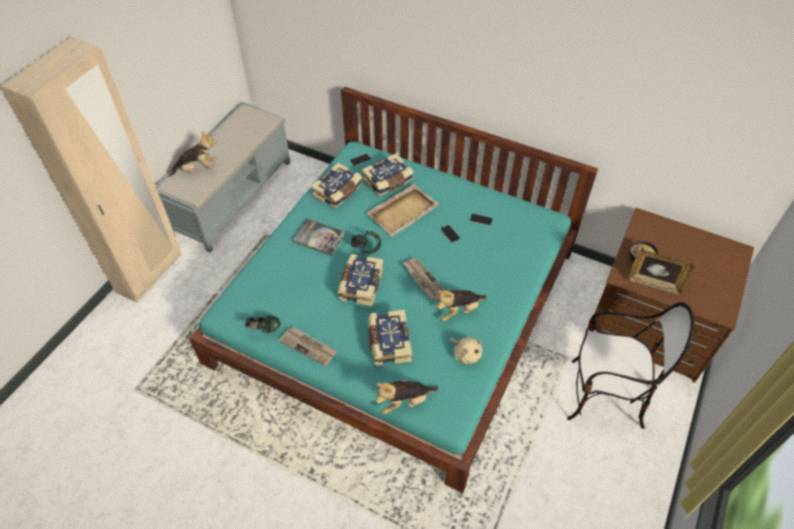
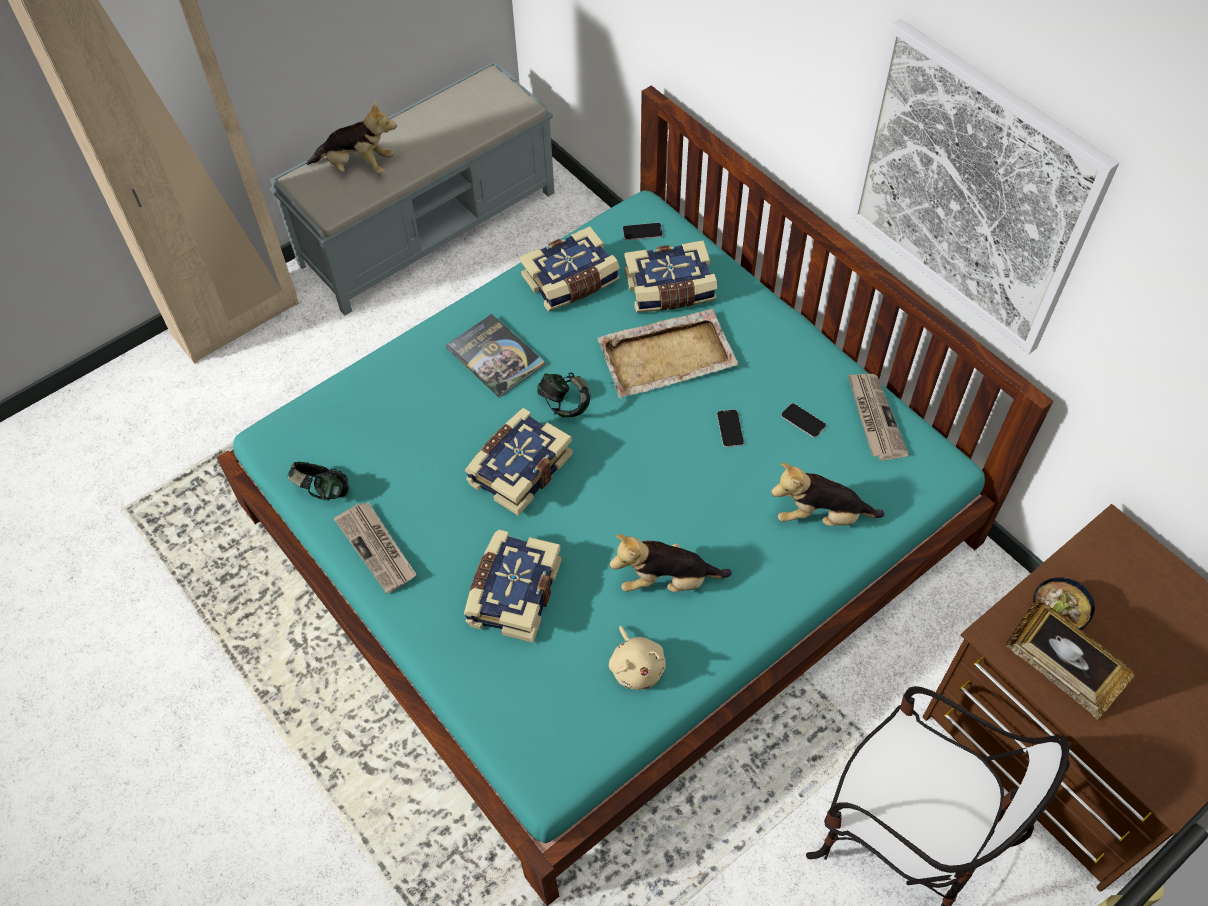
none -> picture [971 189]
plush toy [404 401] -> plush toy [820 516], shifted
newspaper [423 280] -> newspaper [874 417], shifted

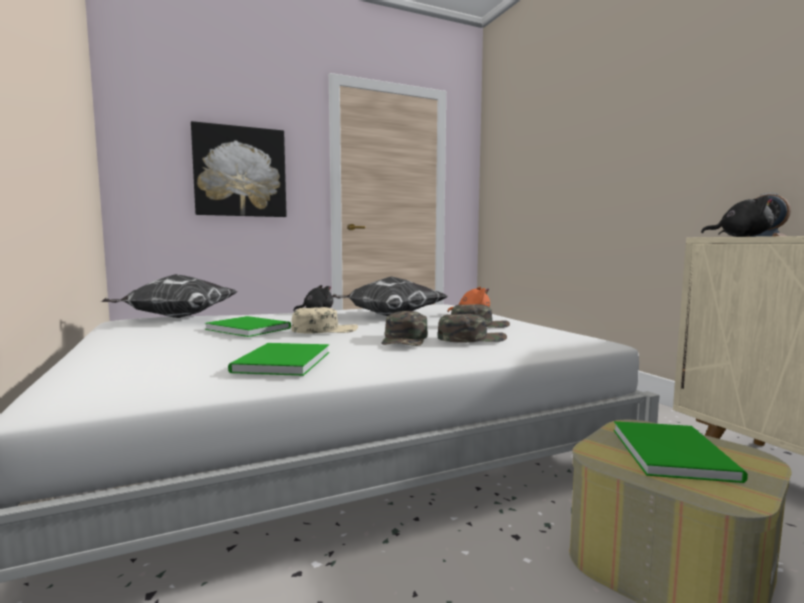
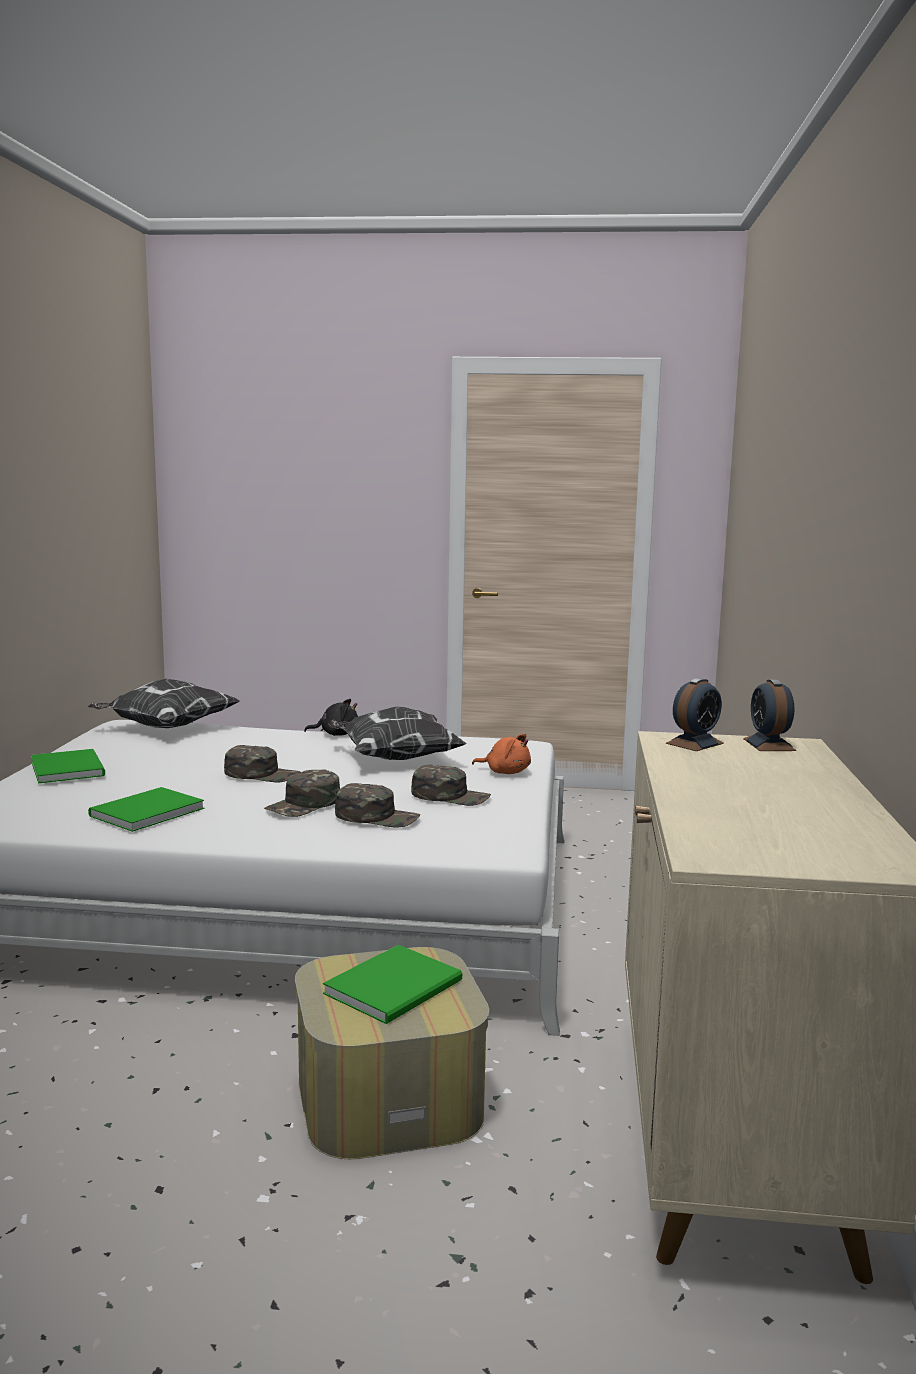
picture [240 172] -> none
green book [248 328] -> green book [69 768], shifted
black plush toy [740 236] -> alarm clock [694 743]
beige cap [325 330] -> green cap [262 774]

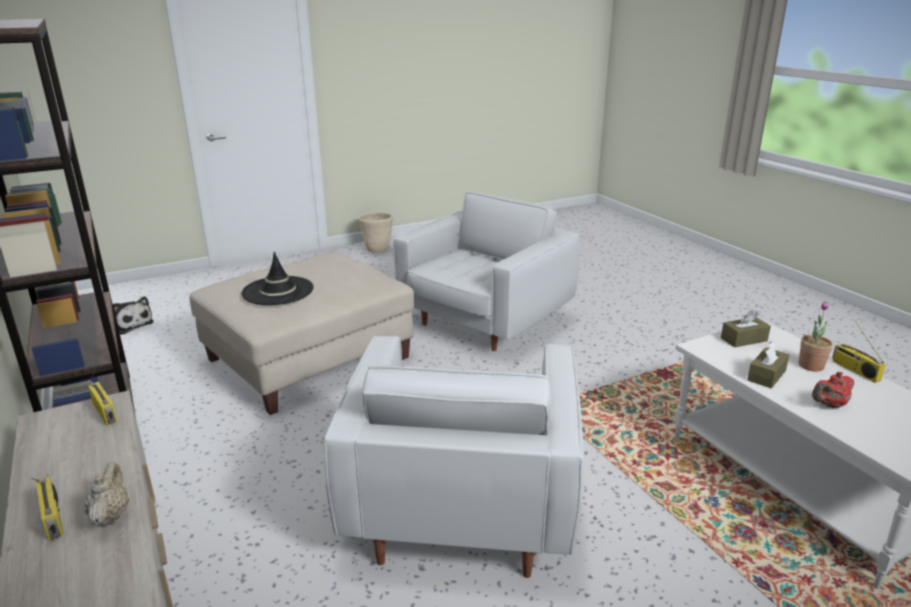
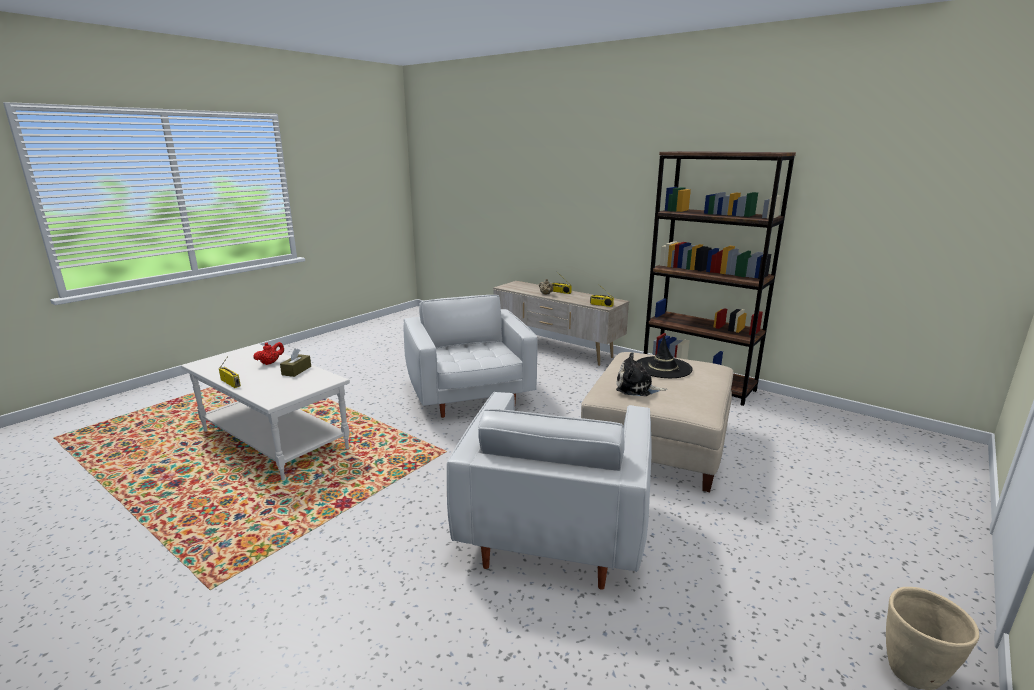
brown tissue box [743 339] -> none
potted plant [811 366] -> none
plush toy [130 324] -> plush toy [637 388], shifted

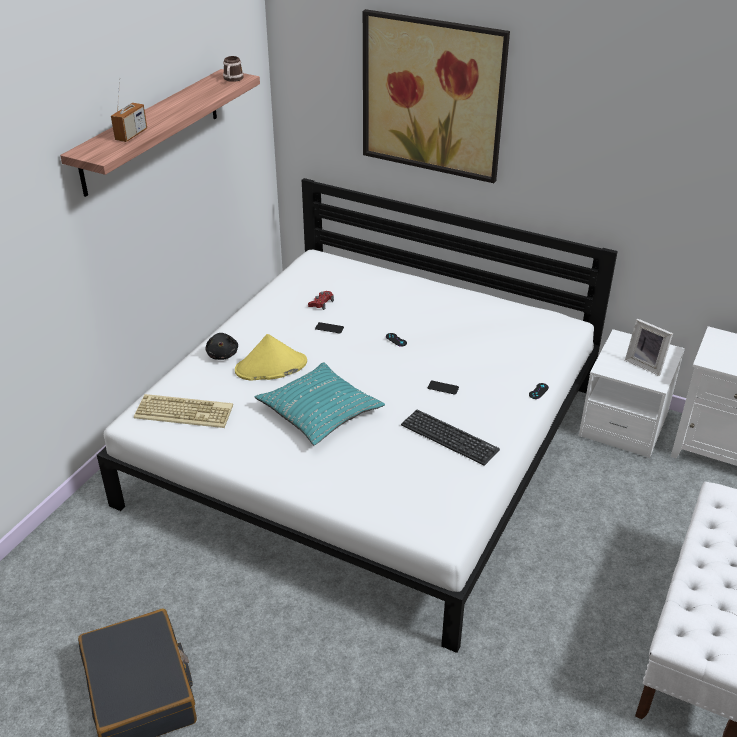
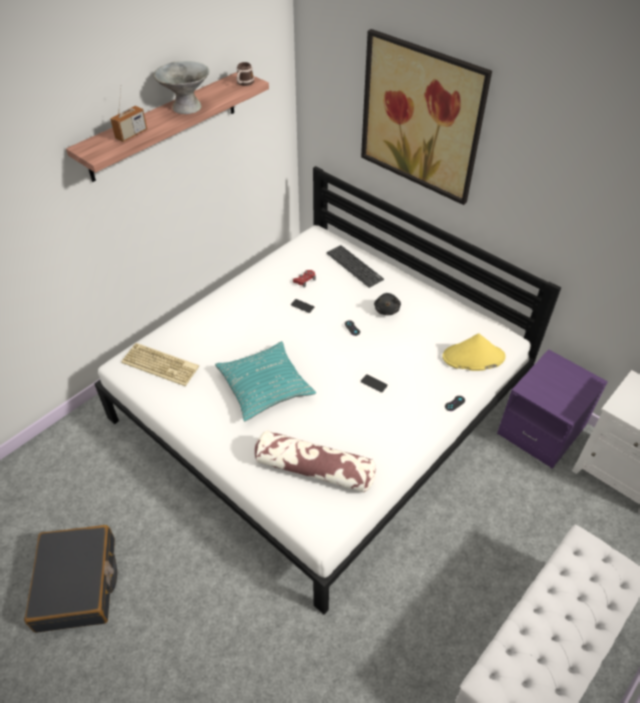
picture frame [645 364] -> none
none -> grey bowl [186 107]
none -> pillow [314 469]
black plush toy [222 354] -> black plush toy [387 309], shifted
yellow hat [271 367] -> yellow hat [473 357], shifted
keyboard [449 437] -> keyboard [354 266], shifted
white nightstand [623 424] -> purple nightstand [541 430]

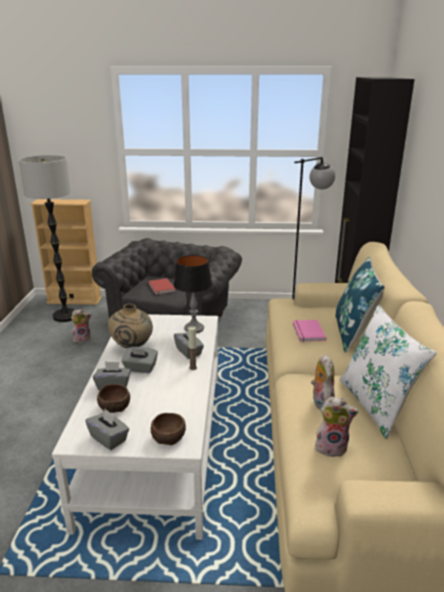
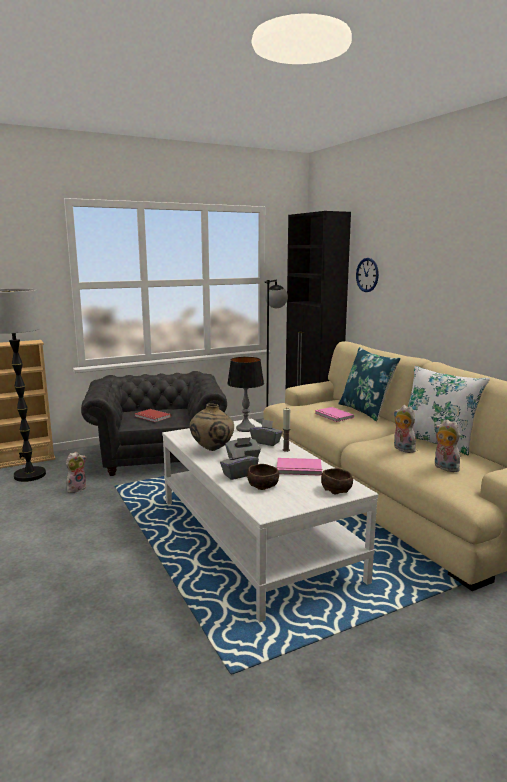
grey tissue box [109 438] -> none
none -> pink book [299 469]
none -> wall clock [367 275]
plush toy [332 447] -> plush toy [444 468], 105 degrees counterclockwise

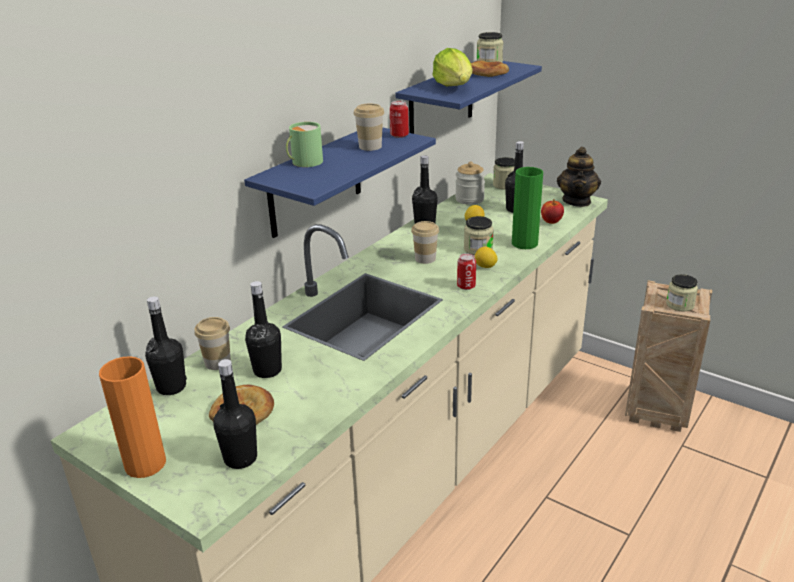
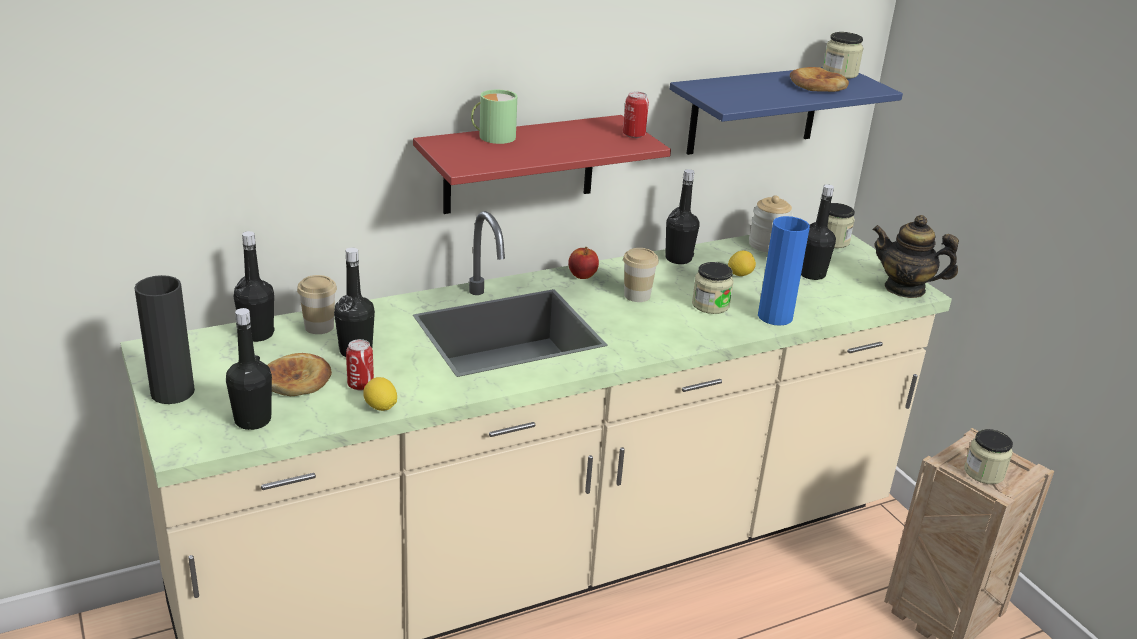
cup [370 146] -> none
lettuce [454 87] -> none
can [466 286] -> can [360 385], shifted
lemon [485 267] -> lemon [380 407], shifted
apple [551 221] -> apple [582 276], shifted
orange vase [145 464] -> black vase [172 392]
blue shelf [315 182] -> red shelf [519 164]
green vase [524 243] -> blue vase [775 317]
teapot [577 201] -> teapot [905 288], 75 degrees clockwise

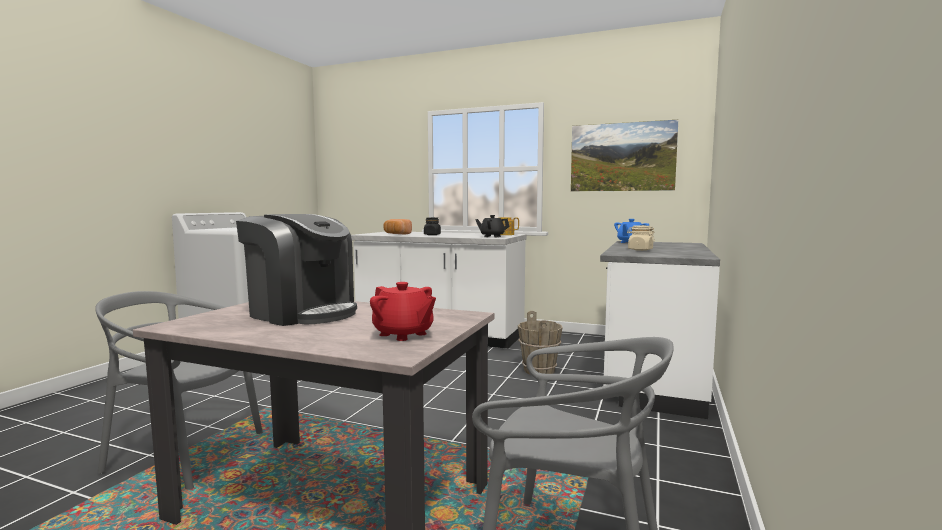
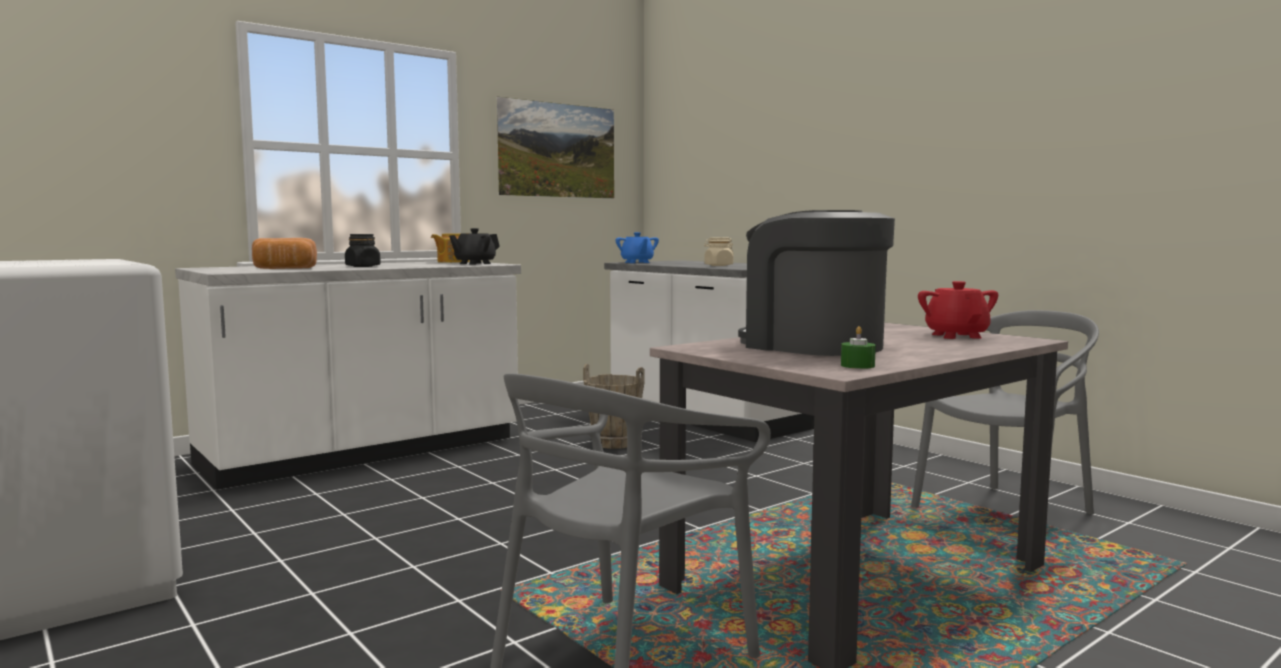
none -> green candle [857 365]
coffee machine [302 313] -> coffee machine [812 345], 105 degrees counterclockwise
red teapot [403 334] -> red teapot [956 336], 75 degrees counterclockwise

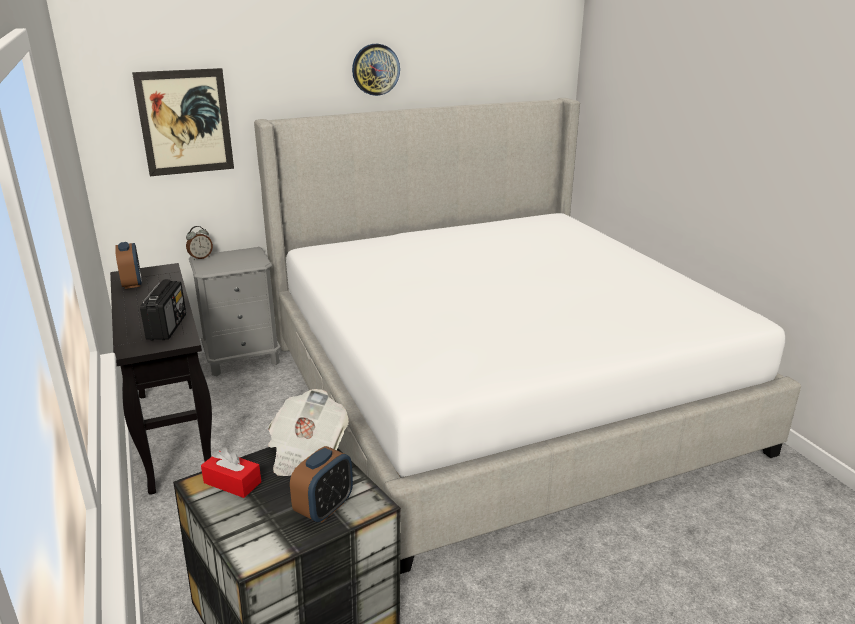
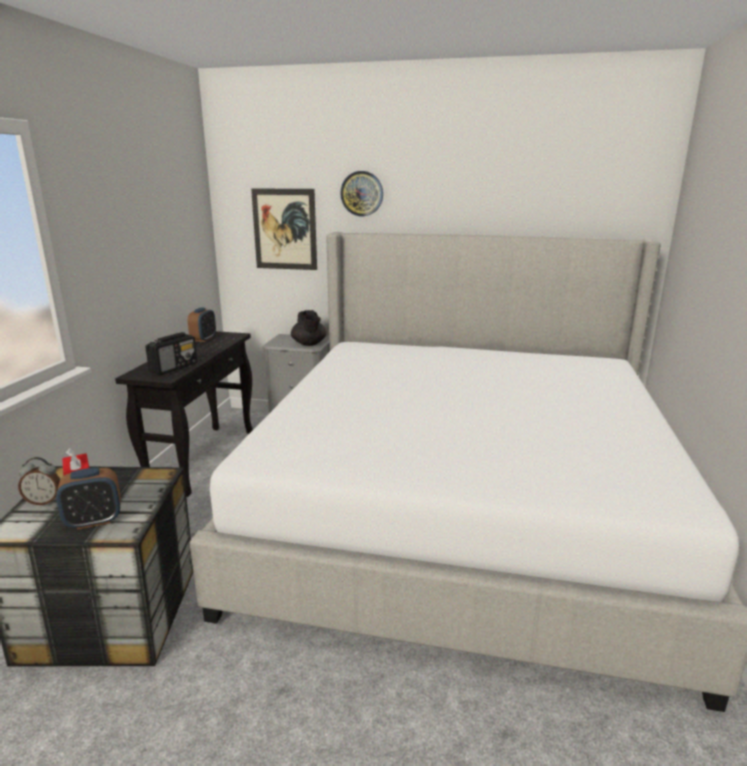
newspaper [306 452] -> none
none -> black teapot [309 344]
alarm clock [200 257] -> alarm clock [44 501], shifted
wall clock [375 69] -> wall clock [362 193], shifted

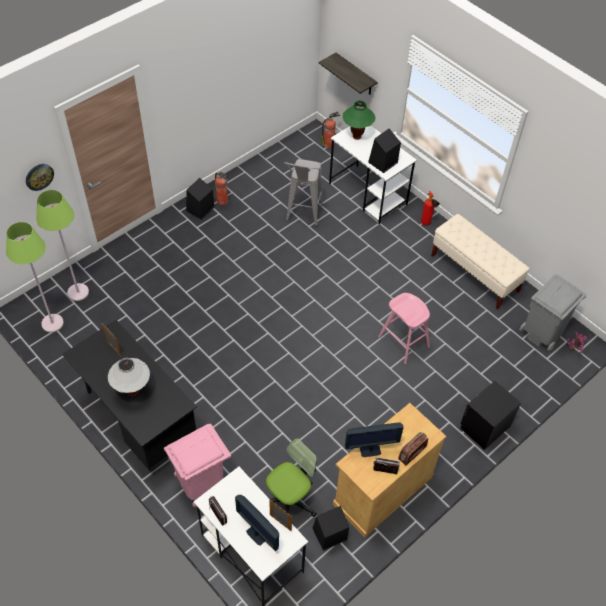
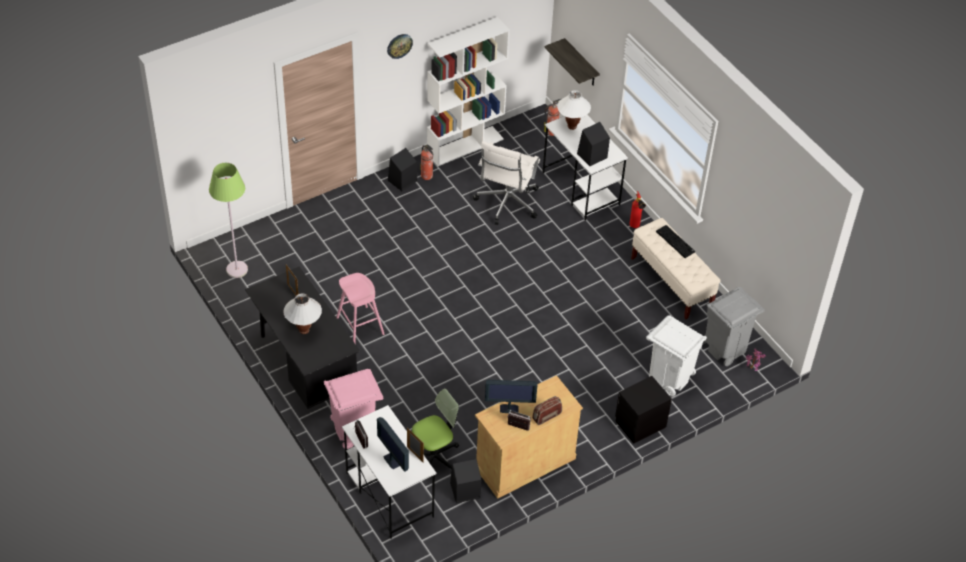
green floor lamp [78 292] -> none
none -> white bookcase [465 146]
none -> white trash can [669 378]
none -> keyboard [676 242]
wall clock [39 176] -> wall clock [399 45], shifted
pink stool [403 341] -> pink stool [360 325], shifted
grey stool [303 217] -> white office chair [507 203]
green table lamp [356 136] -> white table lamp [571 126]

